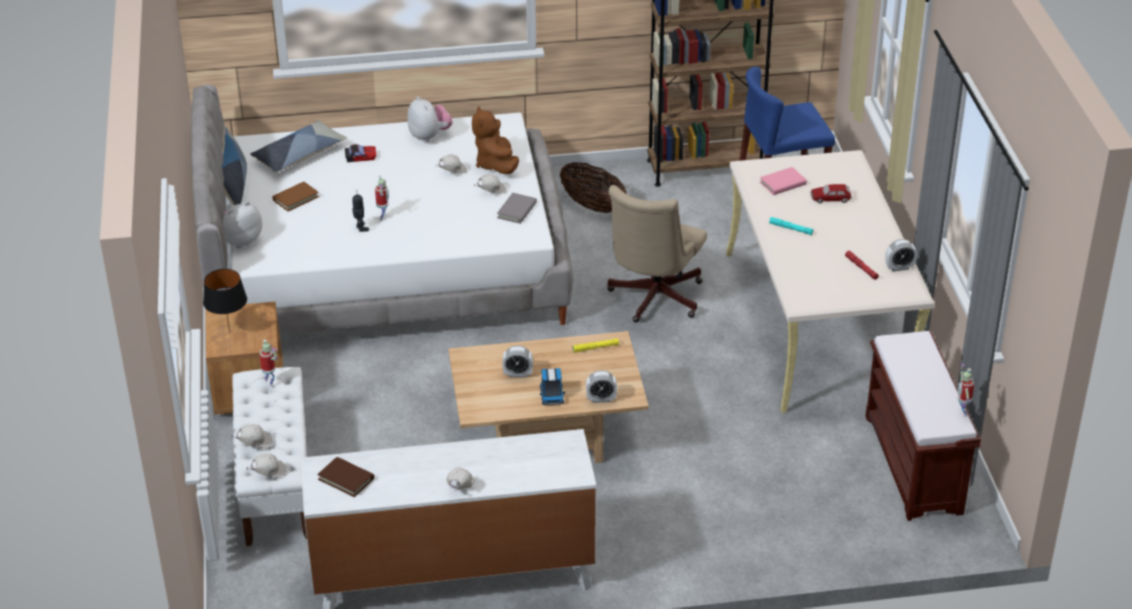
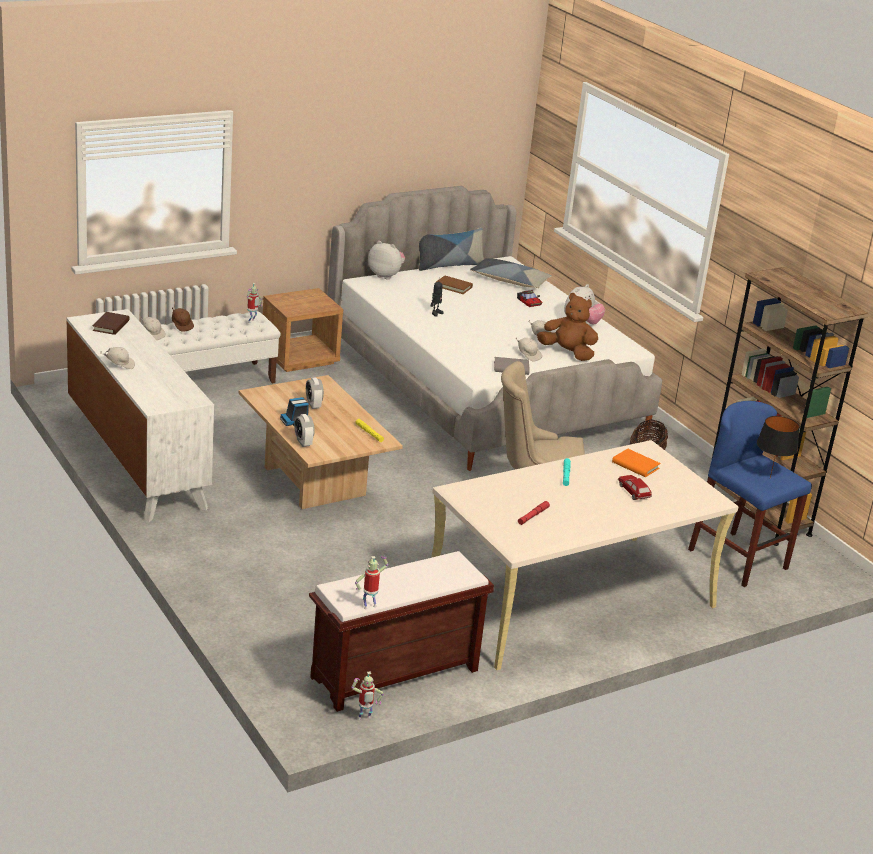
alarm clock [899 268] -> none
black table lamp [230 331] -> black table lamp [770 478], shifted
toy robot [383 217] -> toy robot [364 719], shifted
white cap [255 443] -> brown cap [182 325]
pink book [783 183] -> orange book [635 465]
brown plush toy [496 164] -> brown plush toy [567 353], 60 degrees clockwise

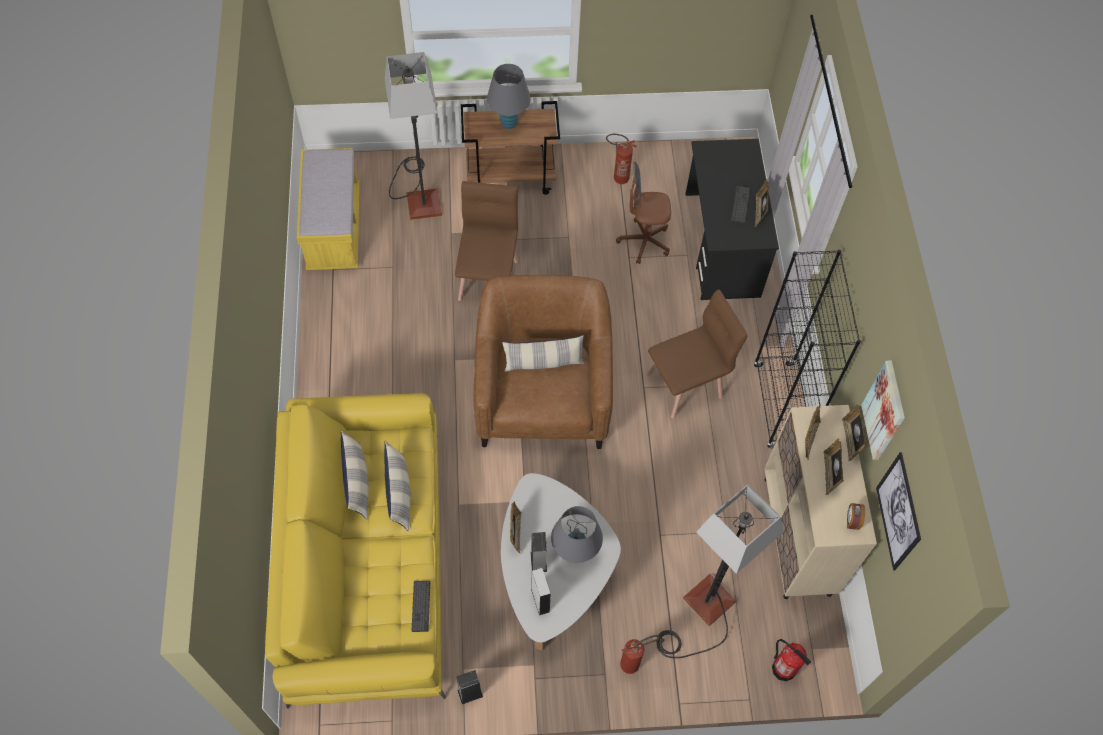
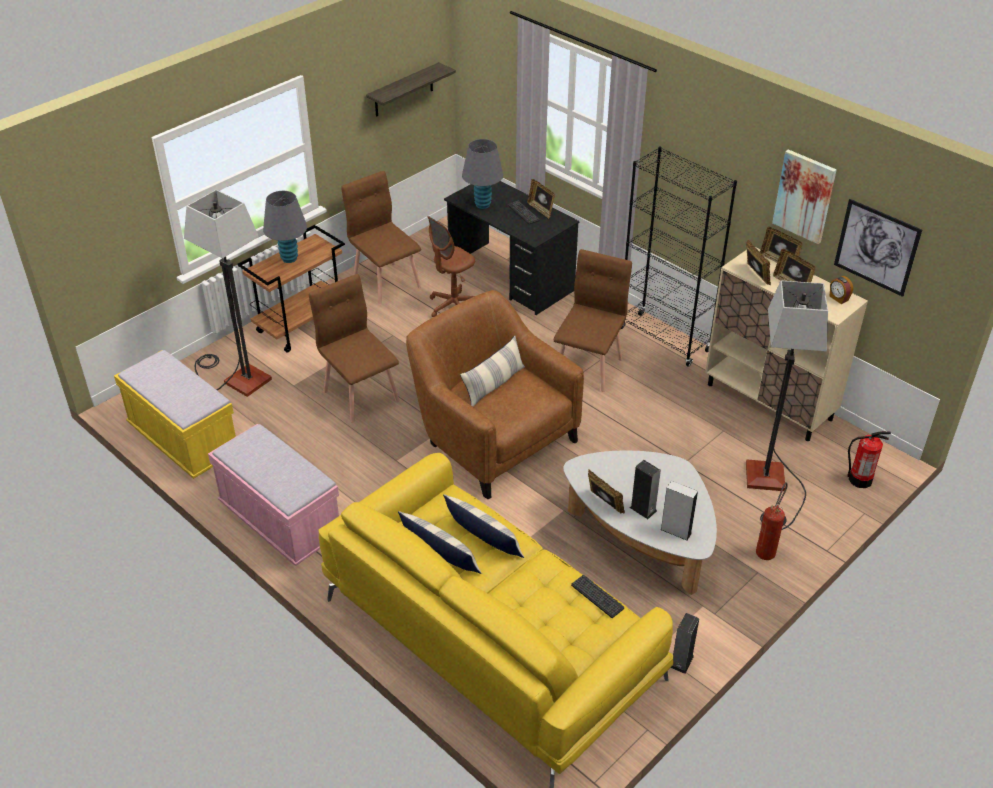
none -> pink bench [280 522]
none -> shelf [403 90]
grey table lamp [575 552] -> grey table lamp [482 205], shifted
fire extinguisher [617 178] -> brown chair [386 282]

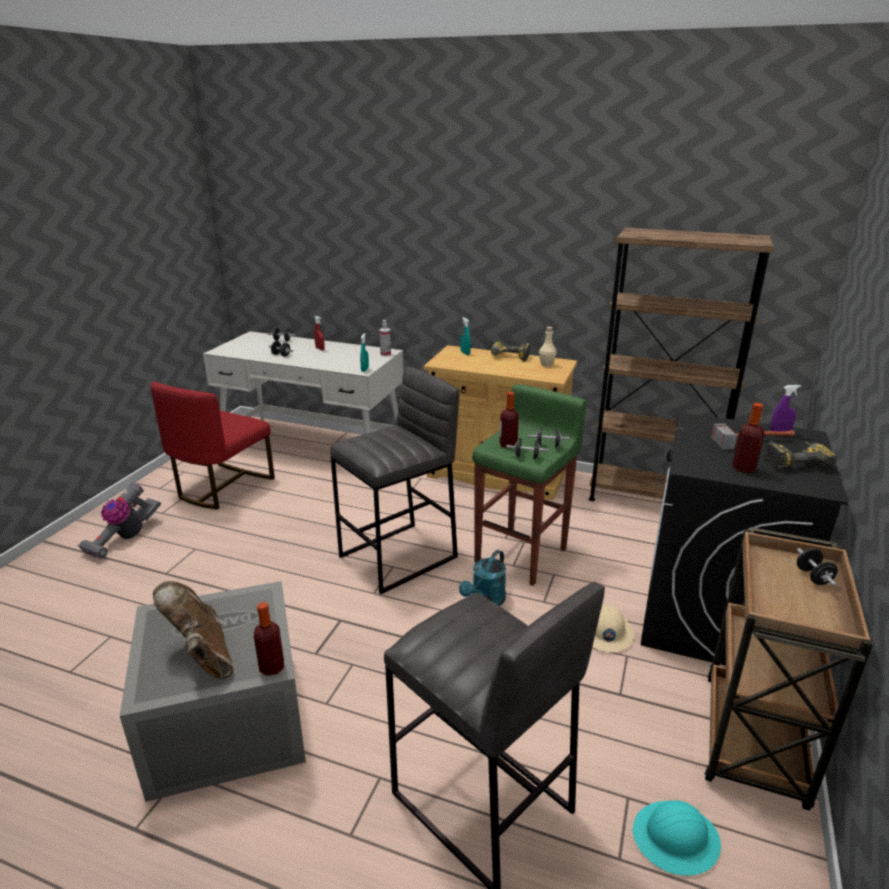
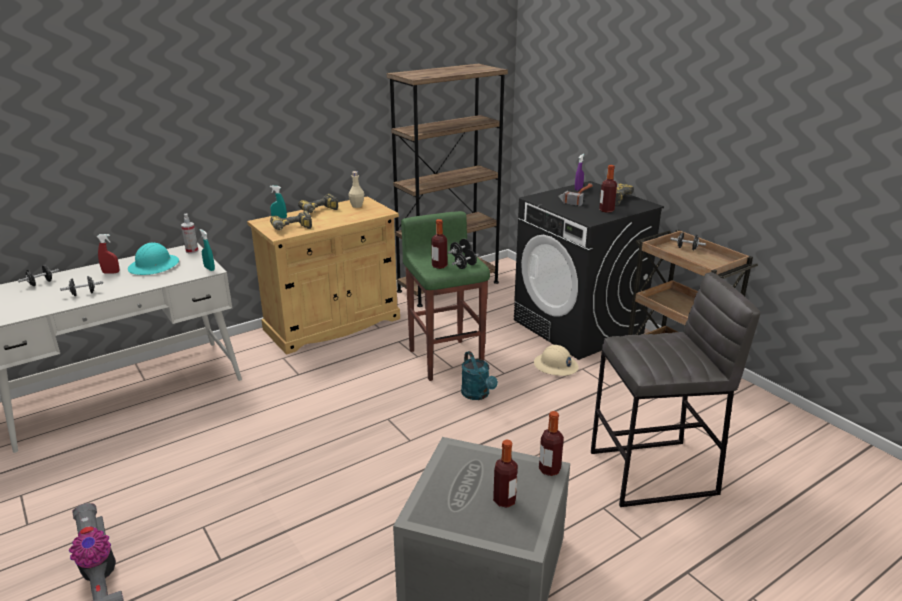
red chair [222 487] -> none
grey stool [399 557] -> none
none -> power drill [292 229]
turquoise hard hat [676 839] -> turquoise hard hat [154 266], shifted
brown boot [203 655] -> bottle [504 500]

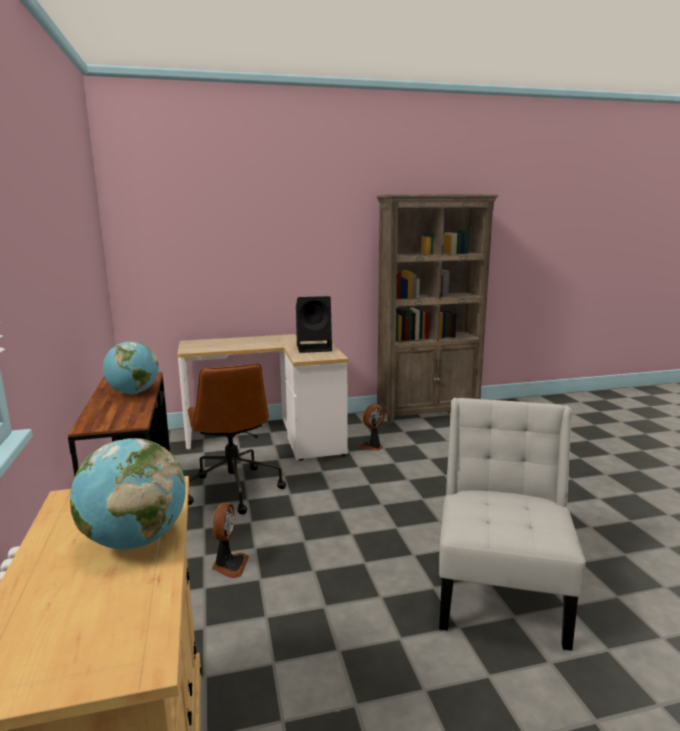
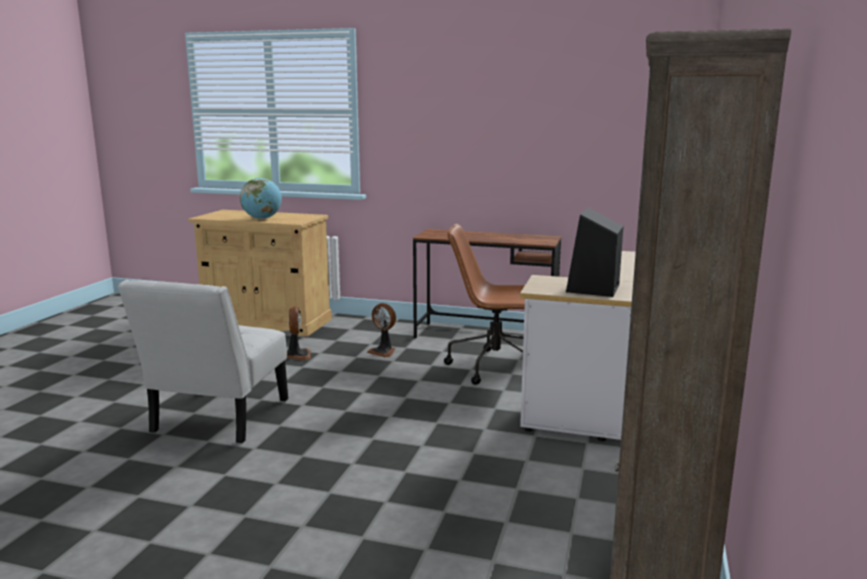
globe [133 393] -> none
fan [372 446] -> fan [298 355], shifted
white chair [501 590] -> white chair [217 419], 60 degrees clockwise

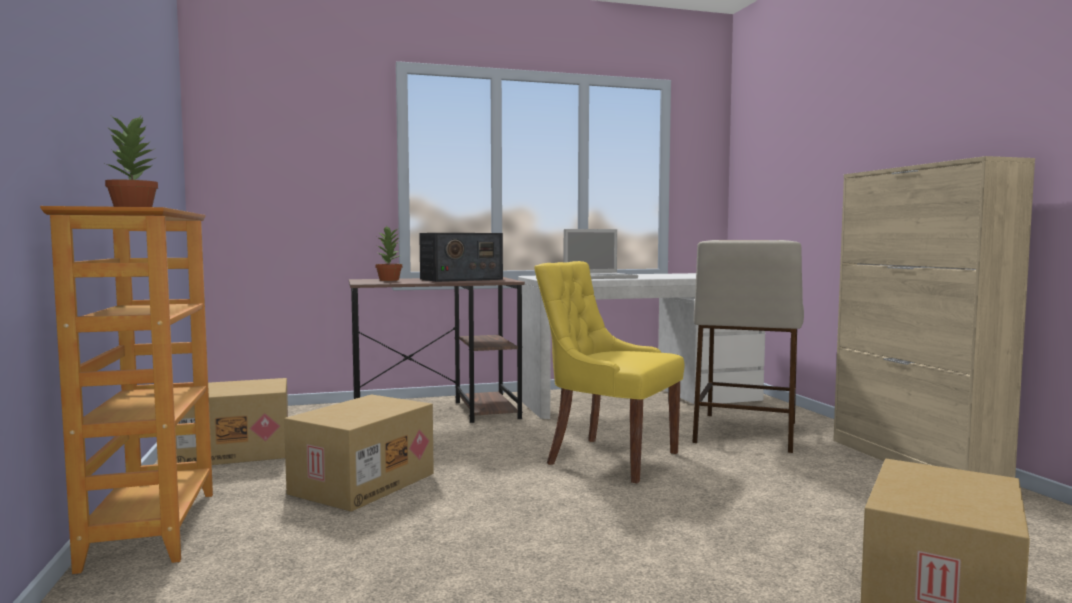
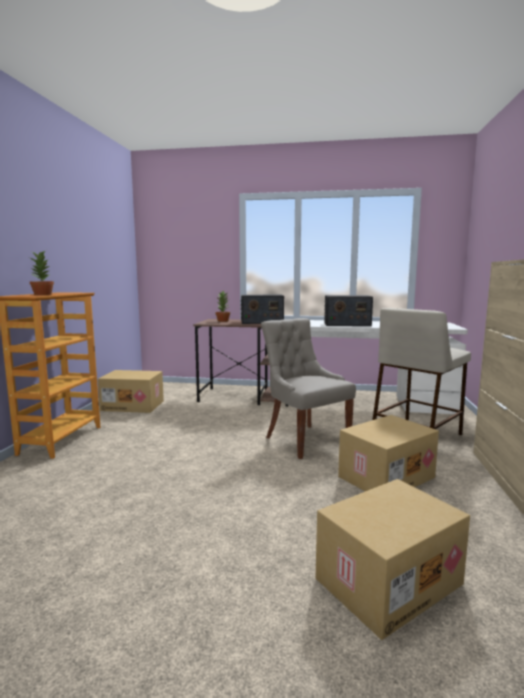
cardboard box [362 483] -> cardboard box [385 476], shifted
laptop [601 277] -> radio [346 324]
yellow chair [609 458] -> grey chair [305 440]

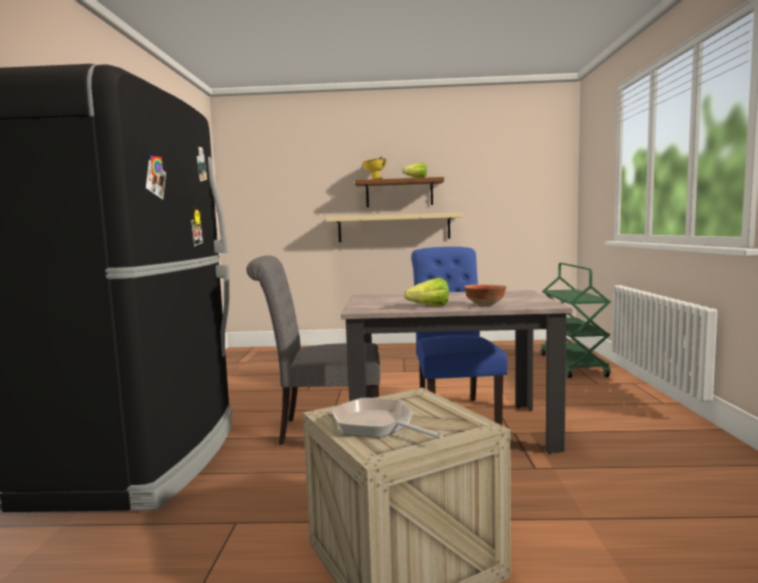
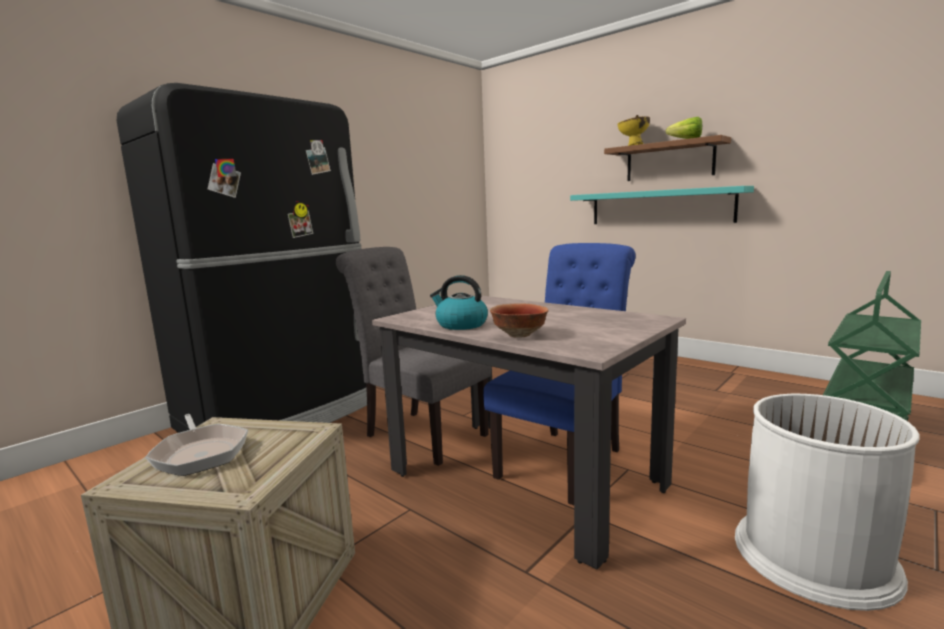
none -> white trash can [814 555]
lettuce [425 307] -> kettle [460 325]
beige shelf [394 228] -> turquoise shelf [659 207]
frying pan [376 425] -> frying pan [200 452], 150 degrees clockwise

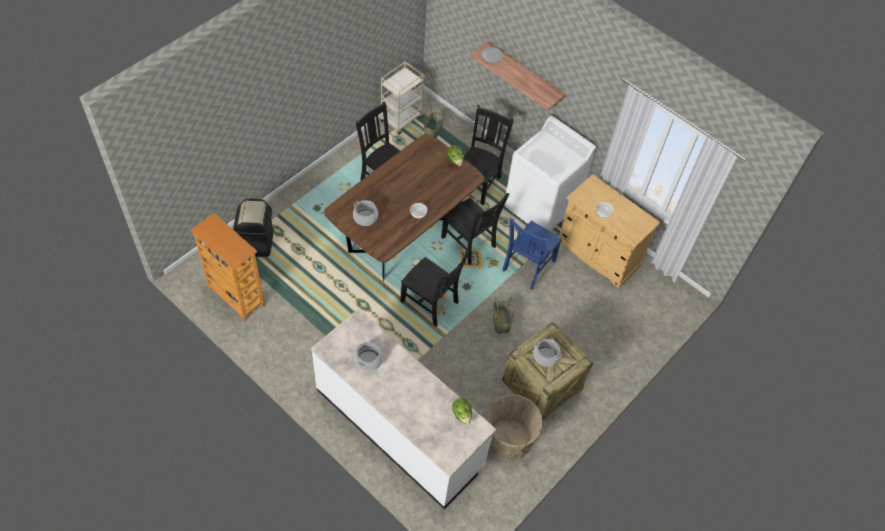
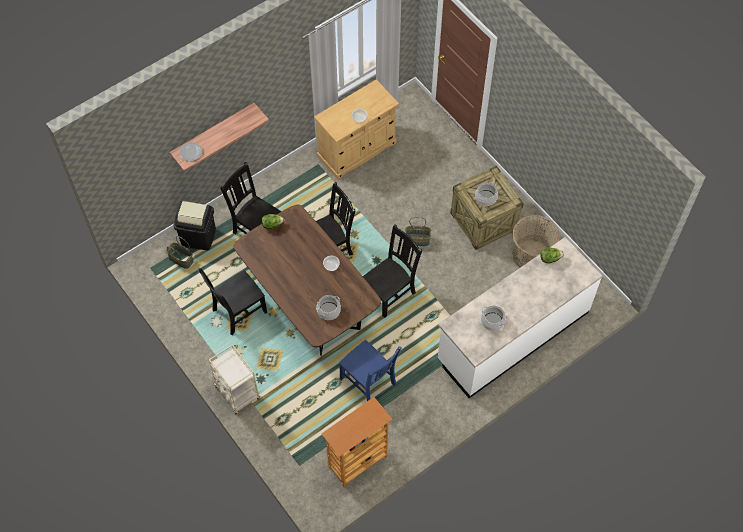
white washing machine [541 207] -> none
black trash can [257 243] -> black trash can [198 237], shifted
beige cart [401 120] -> beige cart [237 393], shifted
blue chair [527 266] -> blue chair [369 383], shifted

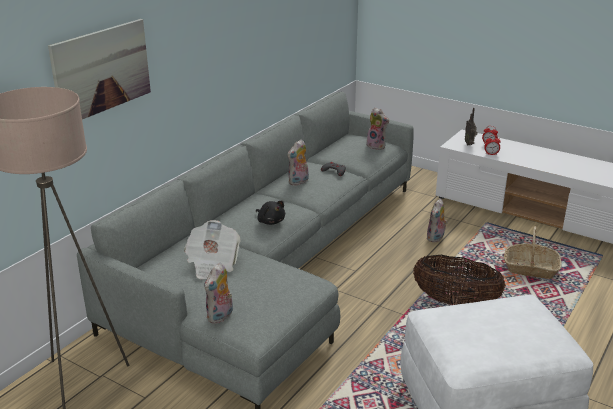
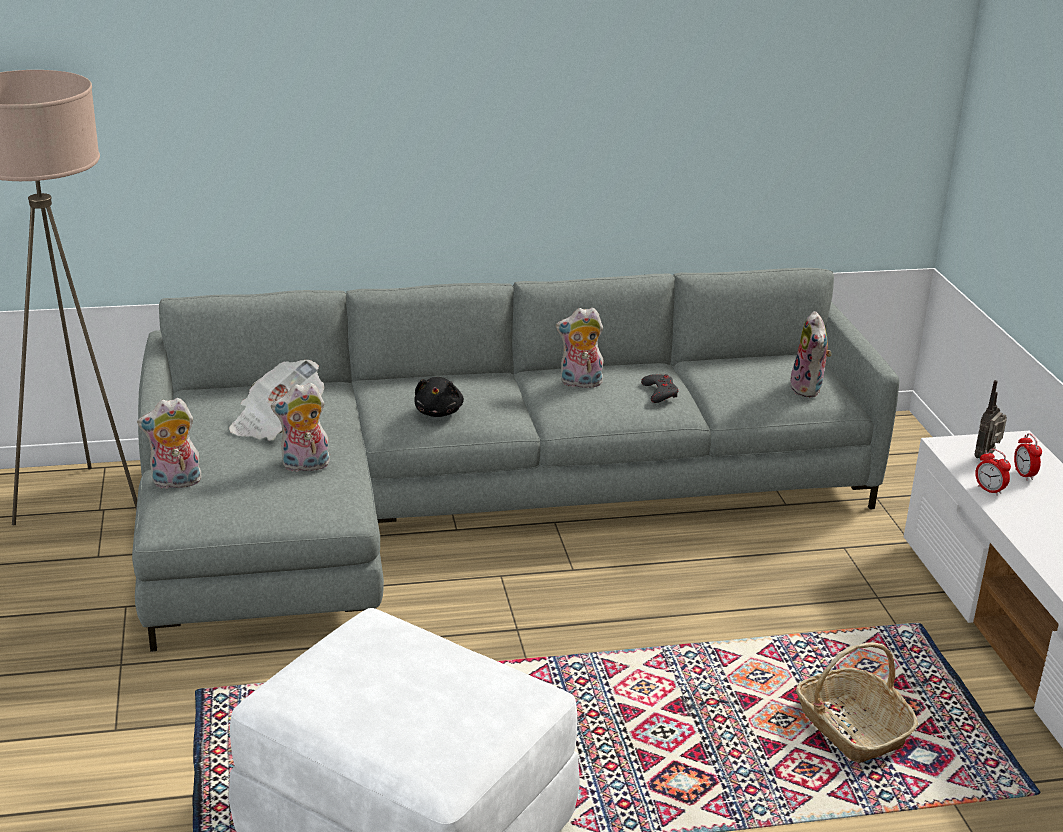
picture [102 70] -> none
basket [455 302] -> none
plush toy [436 238] -> plush toy [304 466], shifted

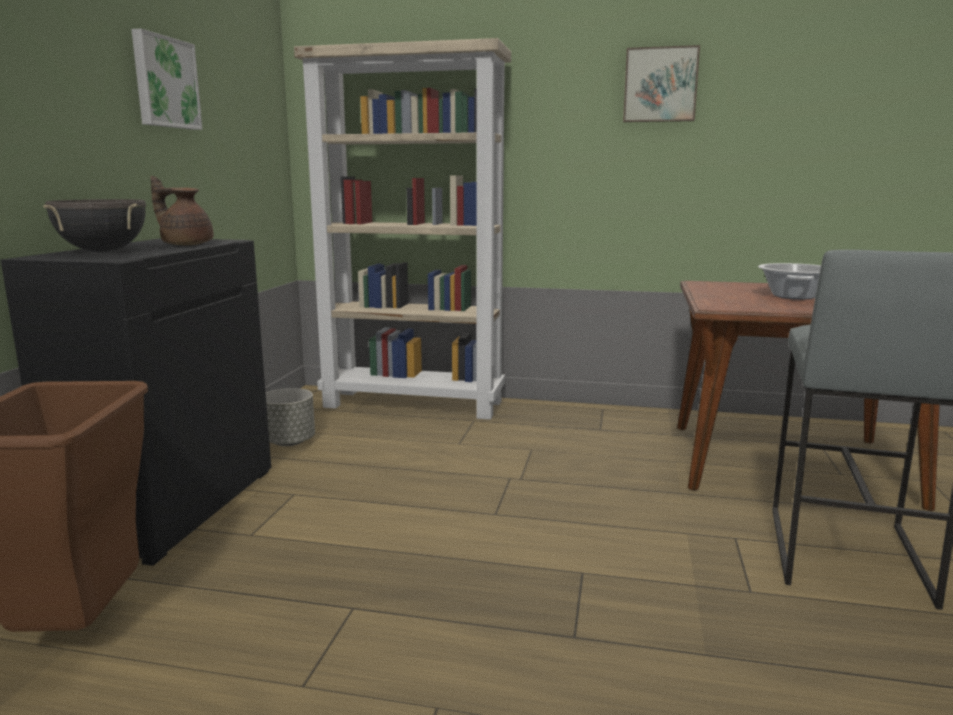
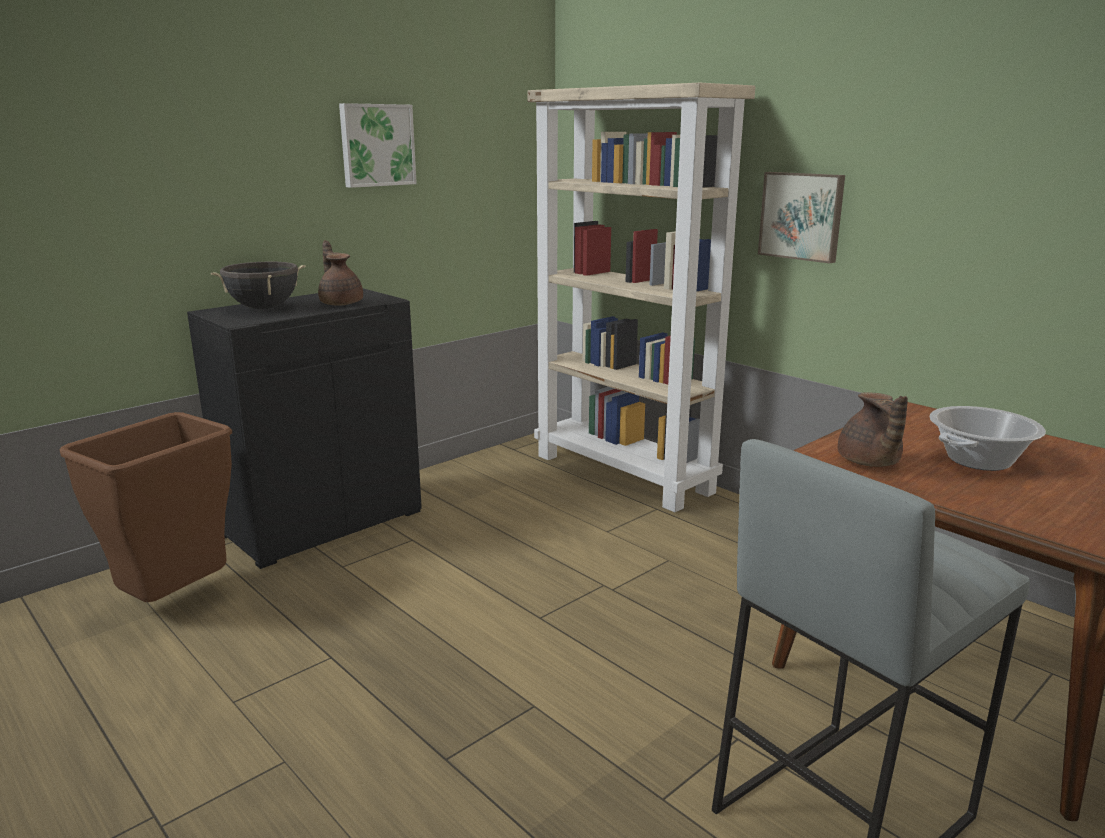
grey planter [289 442] -> none
none -> brown teapot [869 463]
picture [660 85] -> picture [802 216], shifted

